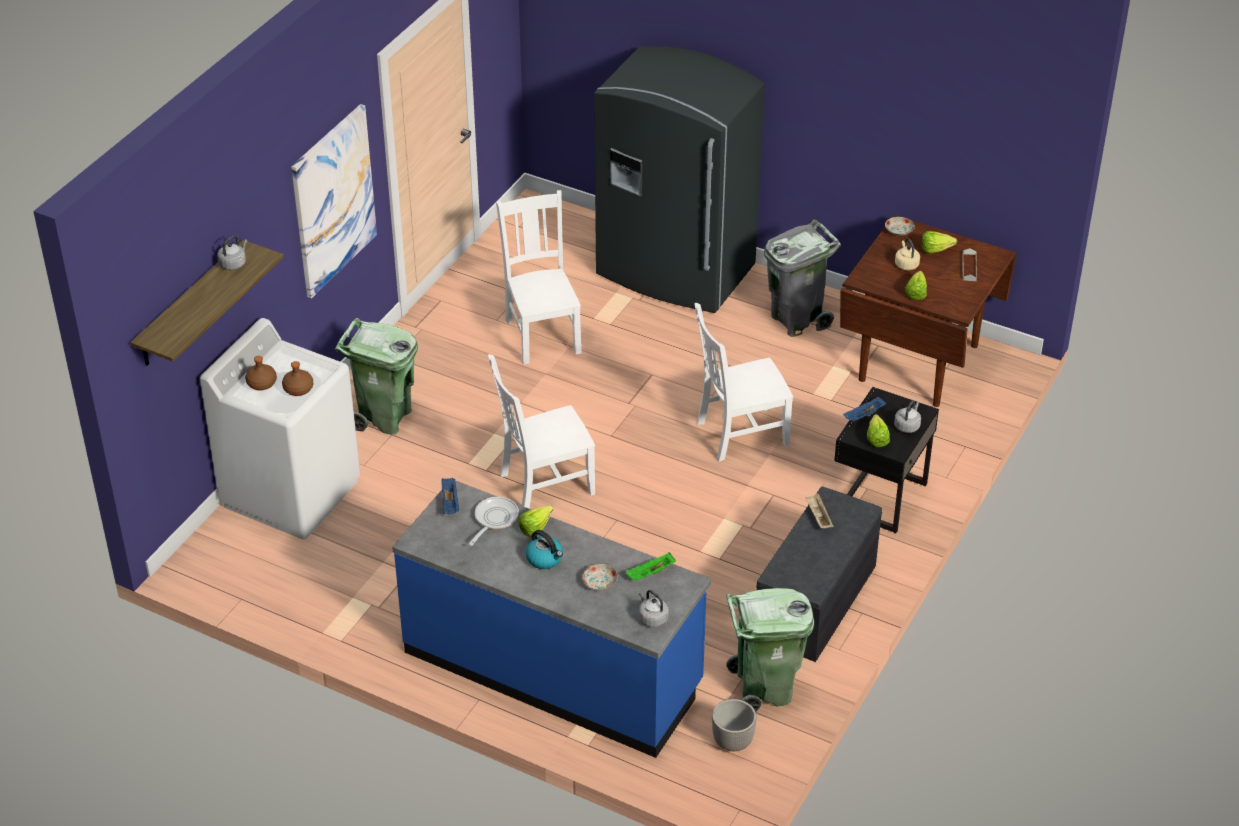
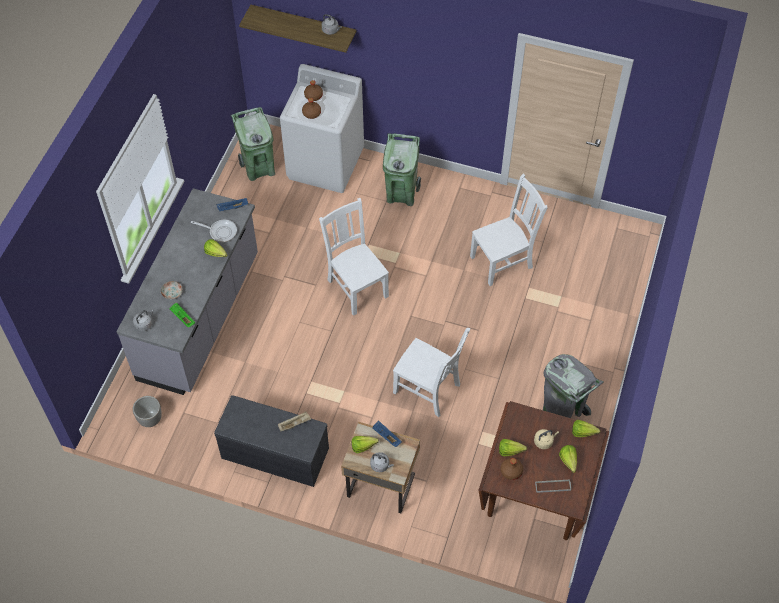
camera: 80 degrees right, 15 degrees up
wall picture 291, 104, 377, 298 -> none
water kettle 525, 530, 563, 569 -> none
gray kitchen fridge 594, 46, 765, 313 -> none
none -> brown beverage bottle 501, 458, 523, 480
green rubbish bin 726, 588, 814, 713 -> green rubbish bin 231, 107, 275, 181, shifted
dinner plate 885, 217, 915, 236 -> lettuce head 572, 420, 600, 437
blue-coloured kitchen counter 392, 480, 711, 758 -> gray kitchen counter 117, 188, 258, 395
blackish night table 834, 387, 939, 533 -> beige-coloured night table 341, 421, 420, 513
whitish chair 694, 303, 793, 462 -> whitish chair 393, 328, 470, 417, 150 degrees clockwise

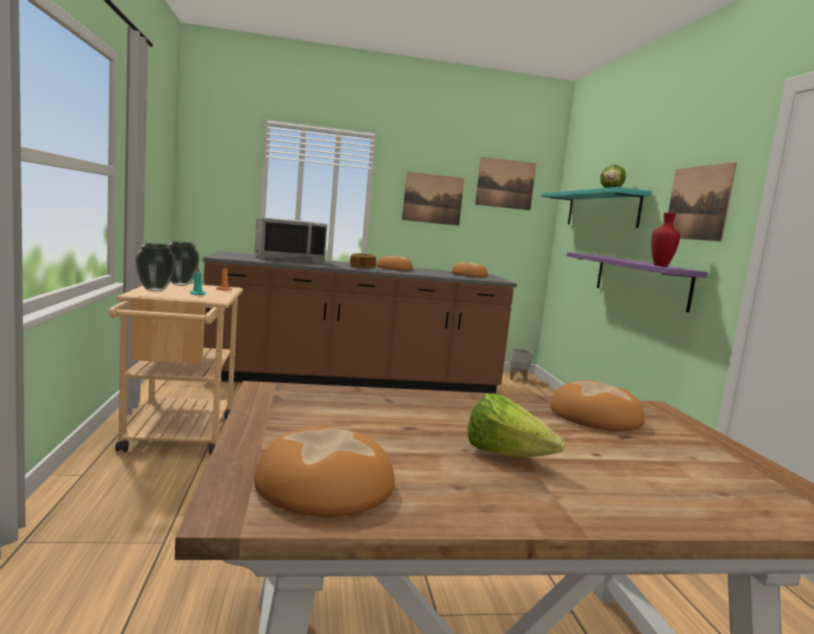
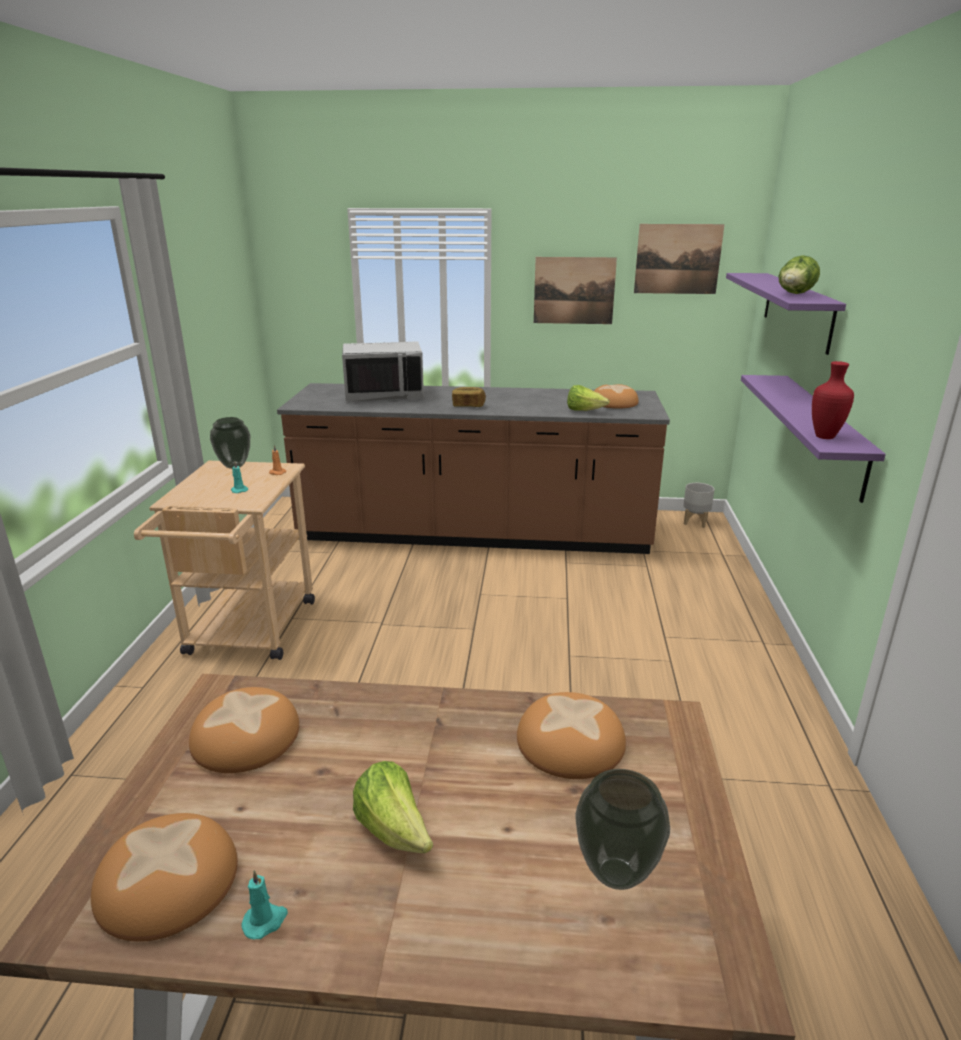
camera: 15 degrees right, 15 degrees up
wall picture 668, 162, 737, 242 -> none
none -> turquoise wax candle 241, 870, 288, 939
none -> lettuce head 567, 385, 610, 411
decorative vase 135, 243, 176, 292 -> decorative vase 575, 769, 670, 890, shifted
bakery bread 377, 255, 413, 271 -> bakery bread 189, 687, 299, 773, shifted
turquoise wall shelf 541, 187, 652, 228 -> purple wall shelf 726, 273, 846, 355

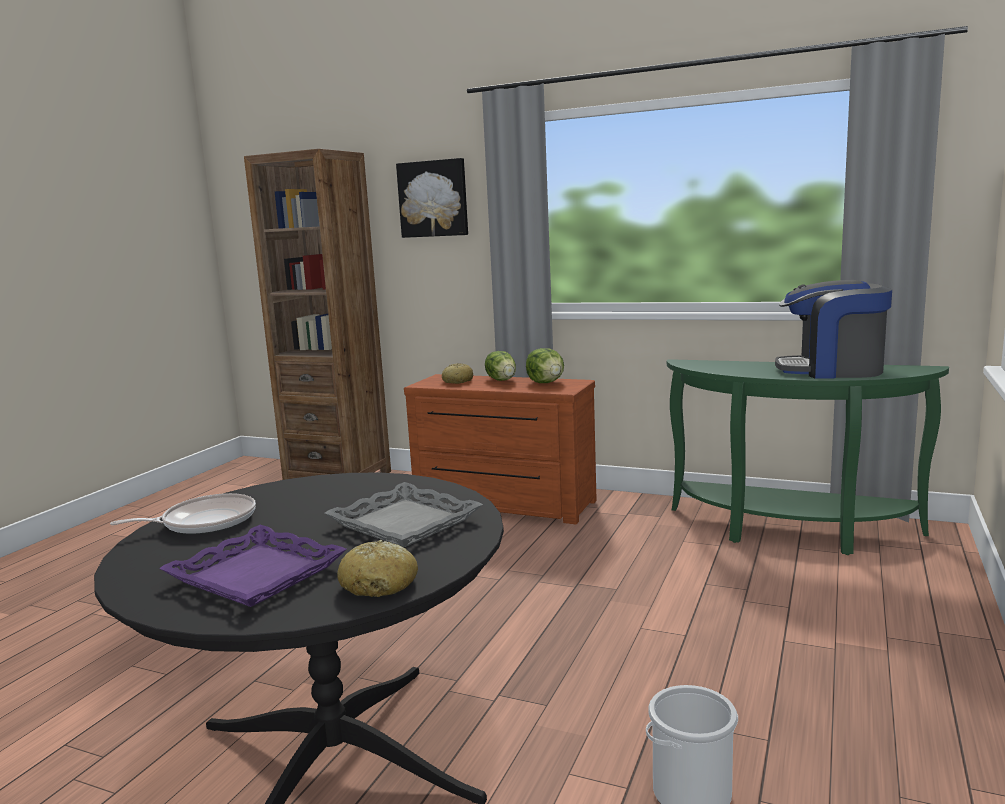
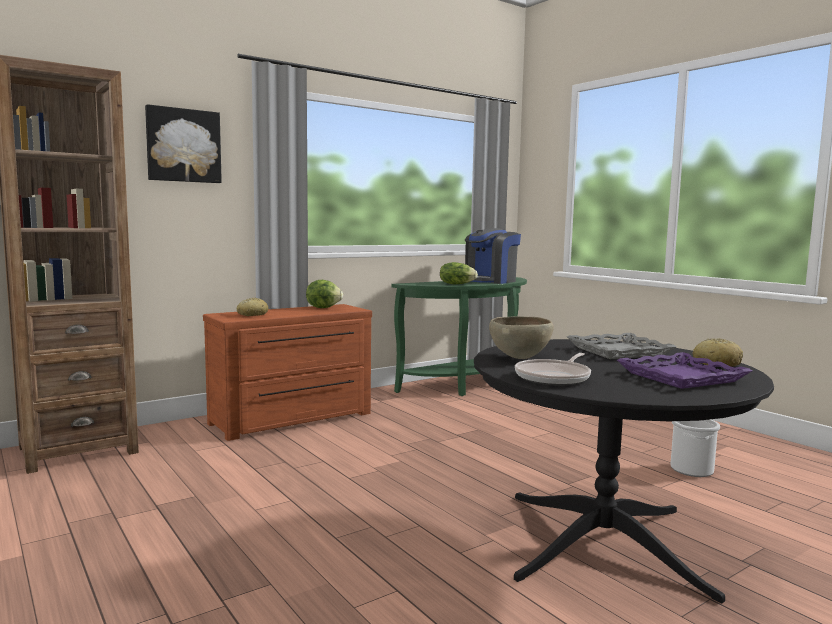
camera: 60 degrees left, 5 degrees down
none -> brown bowl 489, 316, 554, 359
lettuce head 485, 351, 516, 381 -> lettuce head 440, 262, 478, 284, shifted
frying pan 110, 493, 256, 535 -> frying pan 515, 353, 591, 386, 150 degrees counterclockwise

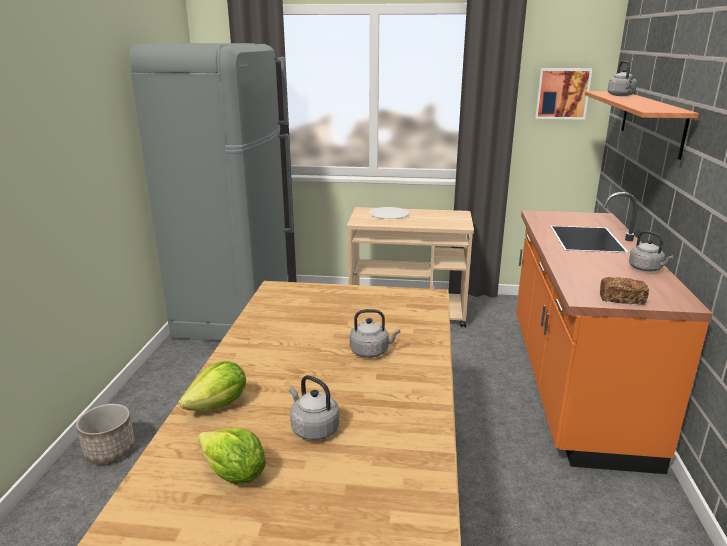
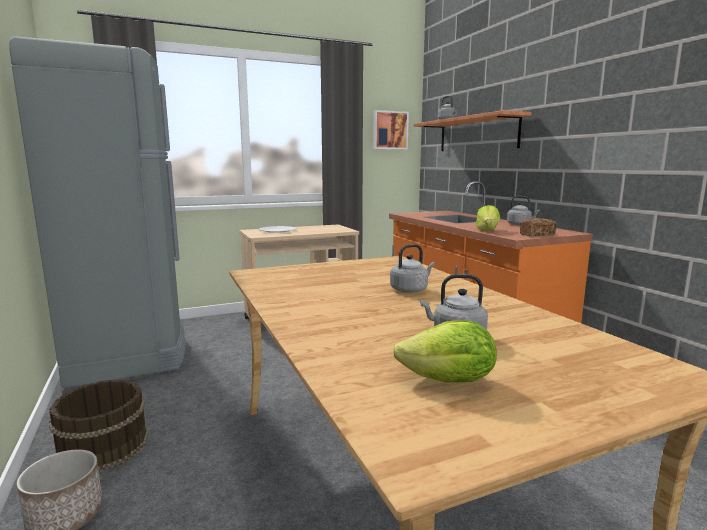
camera: 30 degrees left, 10 degrees down
none -> brown bucket 49, 380, 149, 472
lettuce head 179, 361, 246, 411 -> lettuce head 476, 205, 500, 231, shifted

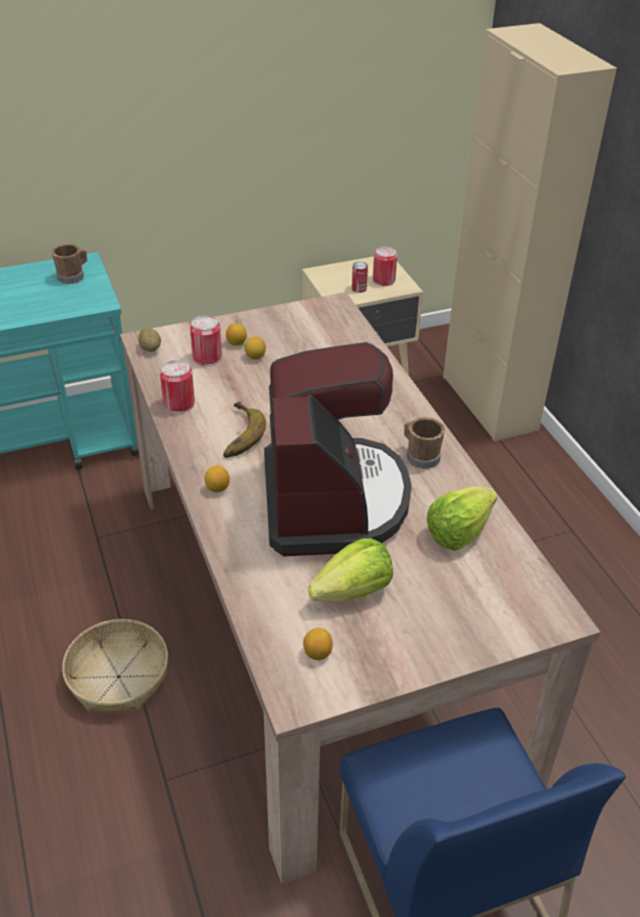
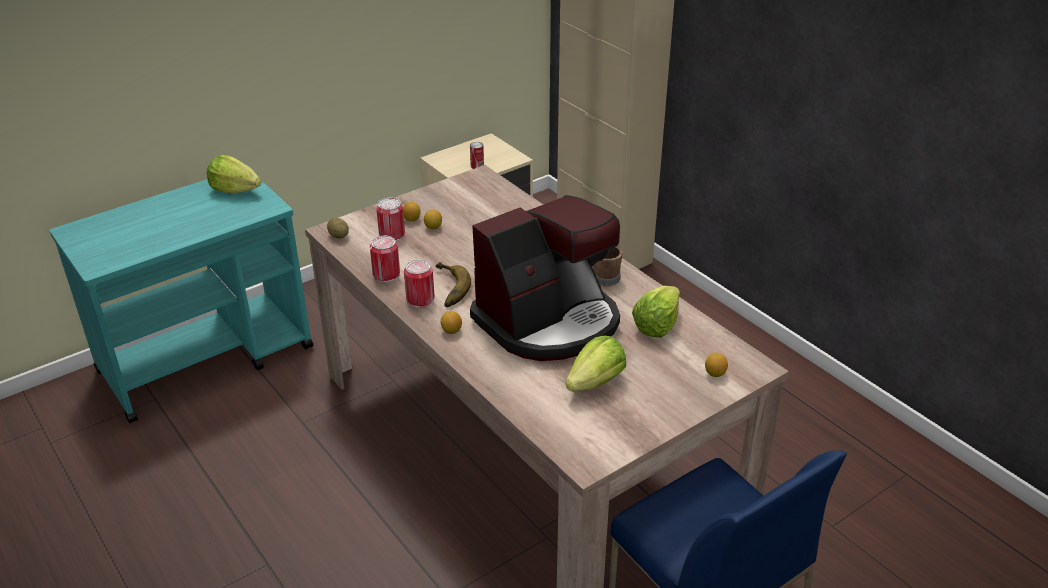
camera: 15 degrees left, 5 degrees down
storage basket 62, 619, 168, 713 -> none
citrus fruit 303, 628, 333, 660 -> citrus fruit 705, 353, 728, 377, shifted
sealed can 373, 247, 397, 286 -> sealed can 404, 259, 435, 308, shifted
brown mug 52, 244, 87, 284 -> lettuce head 207, 155, 261, 193
coffee brewer 264, 342, 412, 556 -> coffee brewer 470, 195, 620, 361, 75 degrees clockwise

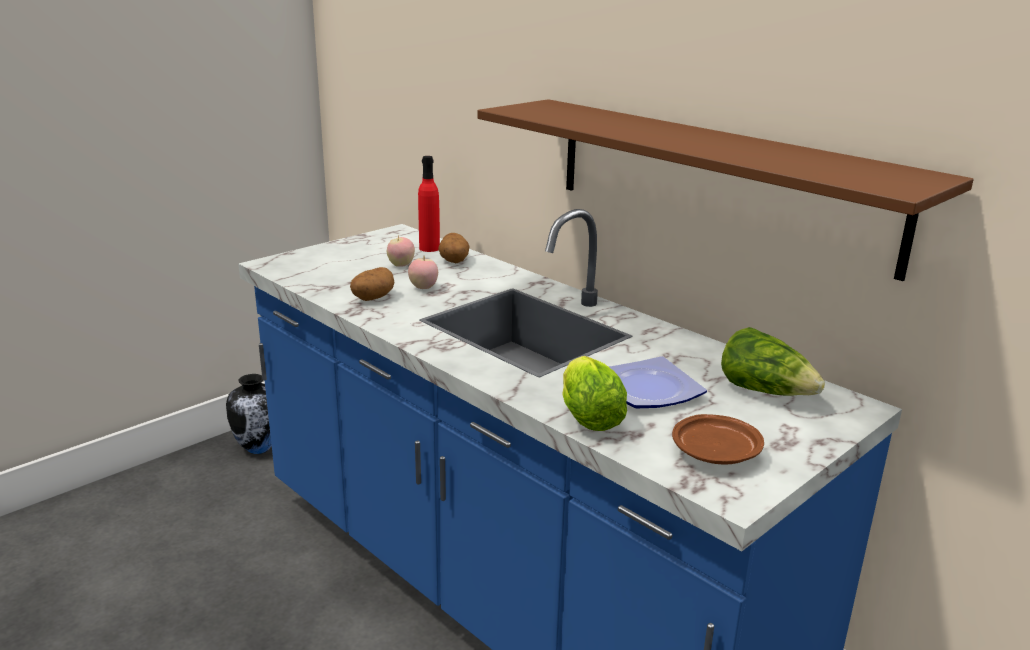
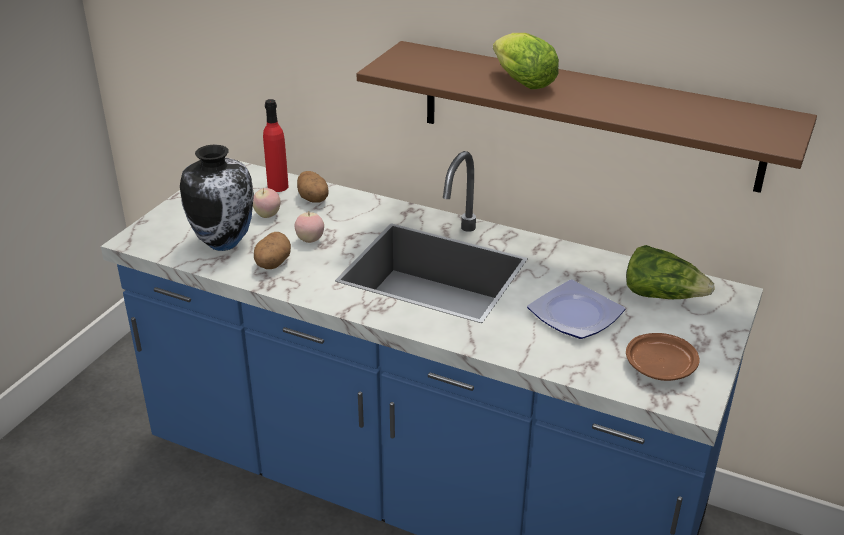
camera: 20 degrees left, 10 degrees up
decorative vase 226, 374, 272, 454 -> decorative vase 180, 145, 254, 251, shifted
lettuce head 563, 356, 627, 431 -> lettuce head 493, 33, 559, 89, shifted

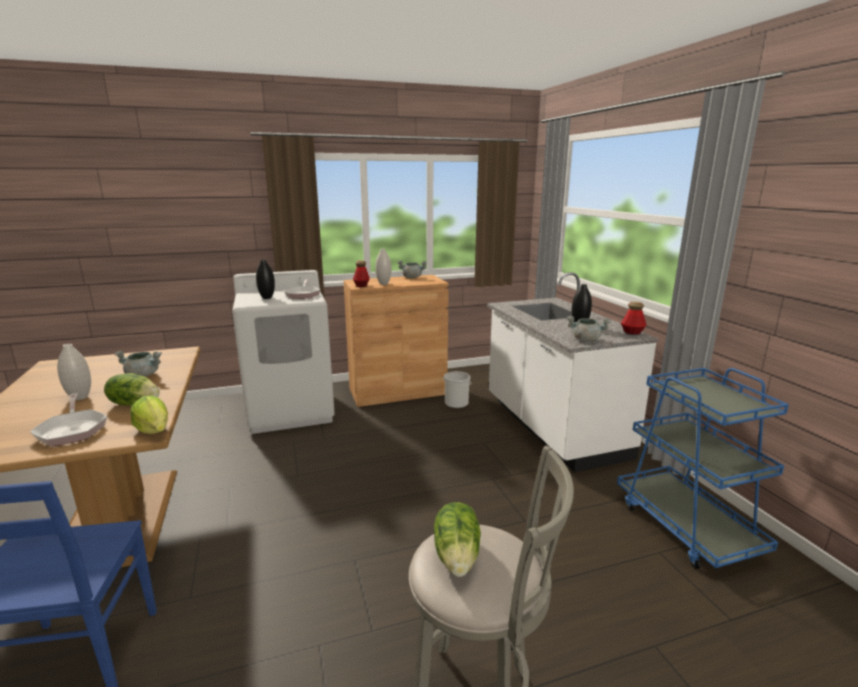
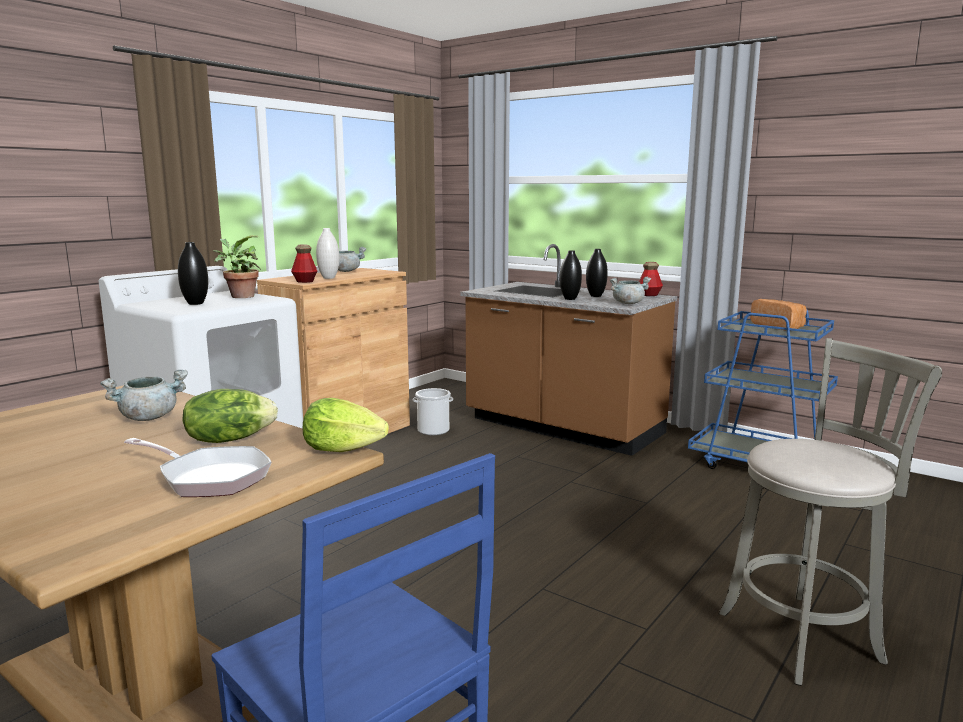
camera: 35 degrees left, 5 degrees down
whitish decorative vase 57, 344, 91, 400 -> none
lettuce head 434, 502, 481, 577 -> none
none -> blackish decorative vase 560, 250, 582, 300
none -> bakery bread 750, 299, 807, 331
frying pan 283, 279, 321, 299 -> potted plant 213, 235, 261, 298
whitish kitchen counter 487, 272, 658, 472 -> brown kitchen counter 461, 244, 677, 456

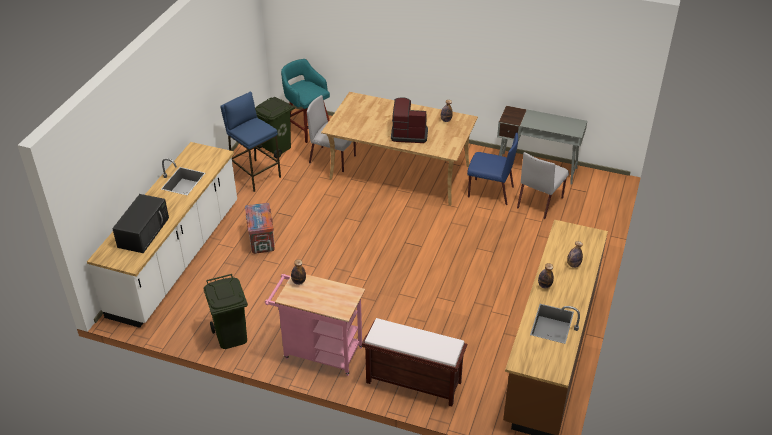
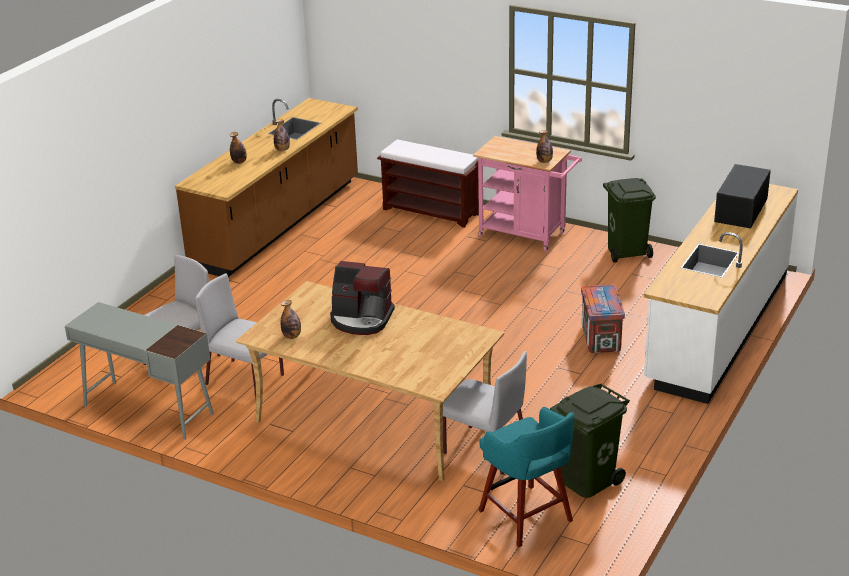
camera: 170 degrees left, 10 degrees down
blue-coloured stool 220, 91, 281, 192 -> none
blue-coloured chair 467, 133, 518, 205 -> gray chair 195, 274, 284, 398

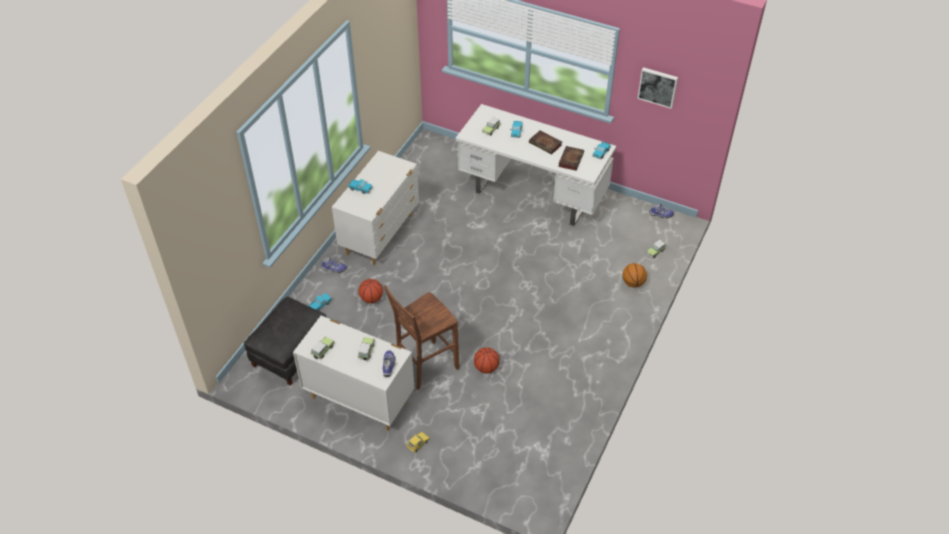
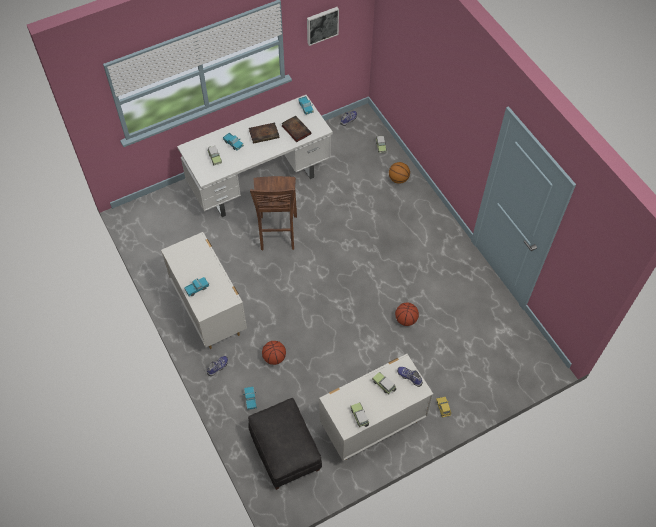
camera: 55 degrees left, 10 degrees up
brown stool 384, 285, 459, 390 -> brown stool 250, 176, 297, 250, shifted

